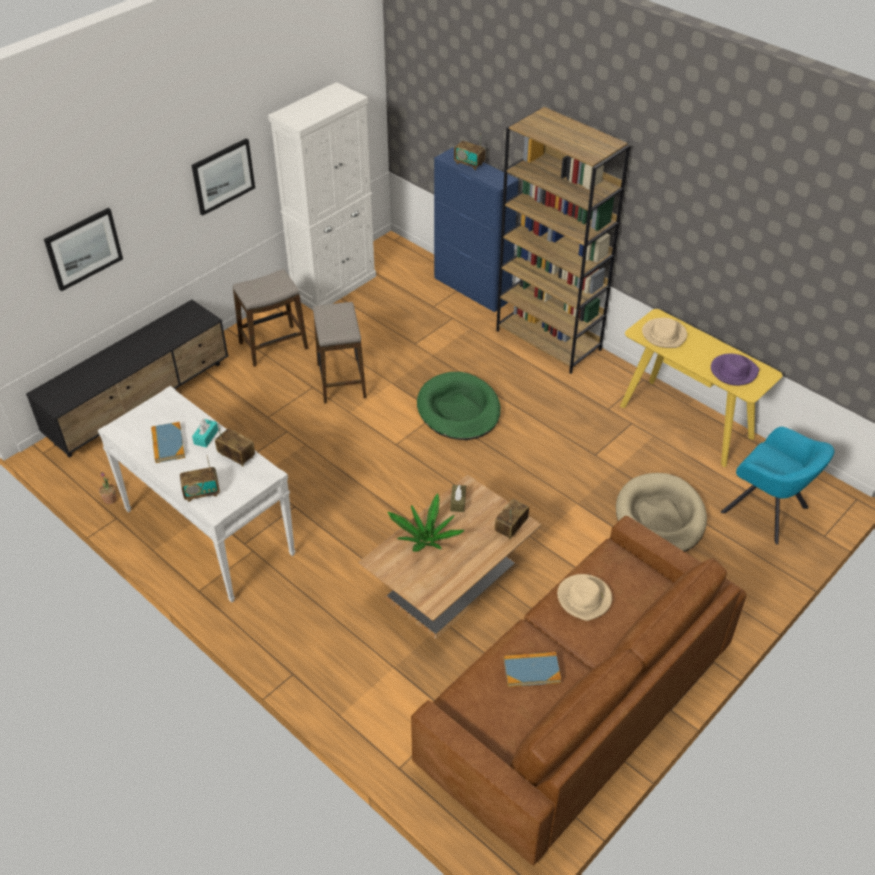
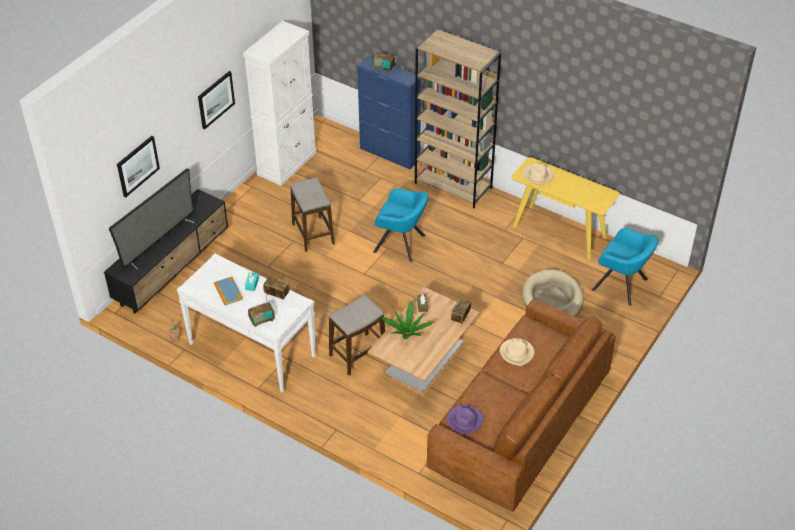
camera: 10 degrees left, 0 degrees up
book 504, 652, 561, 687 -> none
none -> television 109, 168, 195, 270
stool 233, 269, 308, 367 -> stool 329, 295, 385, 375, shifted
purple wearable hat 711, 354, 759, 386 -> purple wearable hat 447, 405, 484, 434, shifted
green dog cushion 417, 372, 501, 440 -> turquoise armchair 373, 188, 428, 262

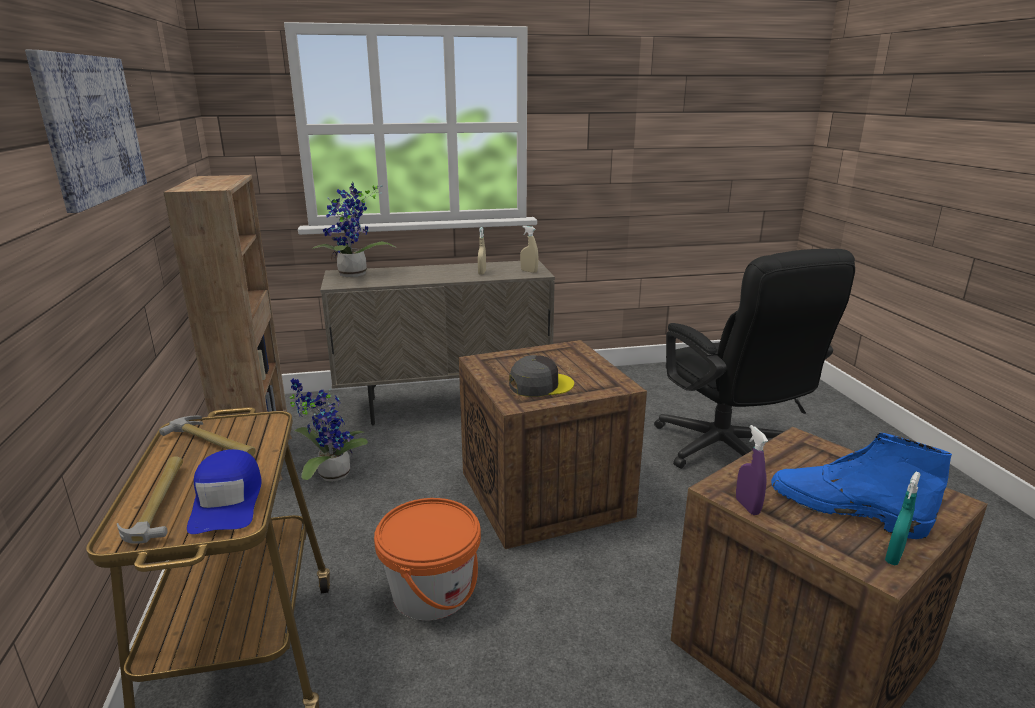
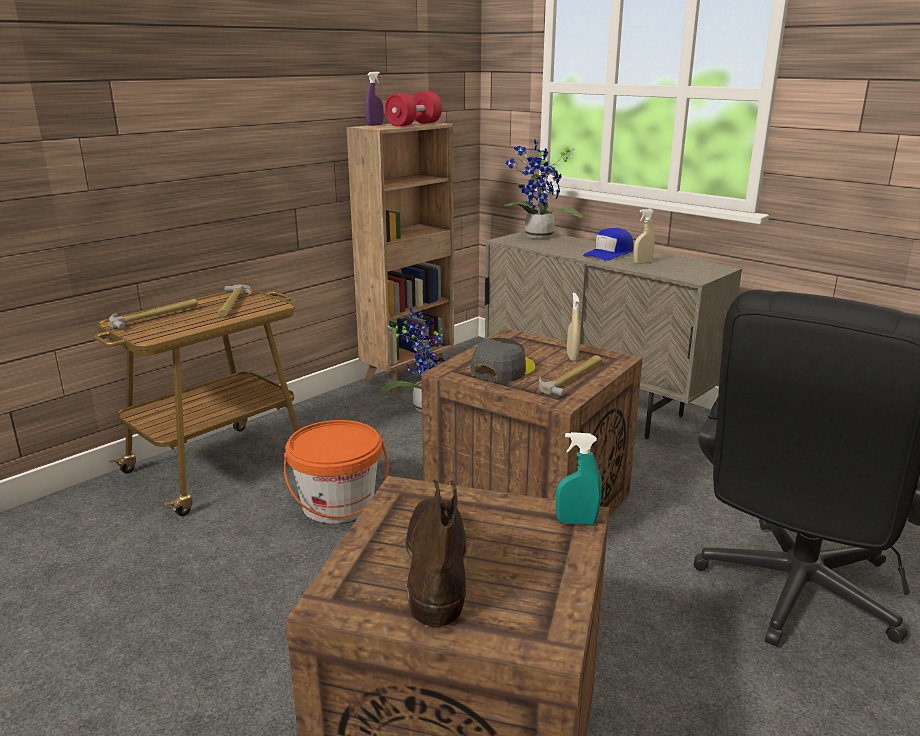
camera: 55 degrees right, 0 degrees up
wall picture 25, 50, 147, 213 -> none
none -> reddish dumbbell 384, 92, 442, 126
none -> hand hammer 539, 355, 602, 396
blue-coloured peaked cap 187, 449, 262, 534 -> blue-coloured peaked cap 583, 228, 633, 261, shifted
beige-coloured hand sprayer 520, 226, 539, 273 -> beige-coloured hand sprayer 567, 293, 580, 361, shifted
purple hand sprayer 736, 425, 768, 515 -> purple hand sprayer 365, 72, 383, 126, shifted
turquoise hand sprayer 885, 472, 921, 565 -> turquoise hand sprayer 556, 432, 601, 525, shifted
blue-coloured high-top boot 771, 433, 952, 539 -> brown high-top boot 405, 479, 466, 627
gray peaked cap 509, 355, 574, 397 -> gray peaked cap 471, 338, 535, 383, 90 degrees counterclockwise

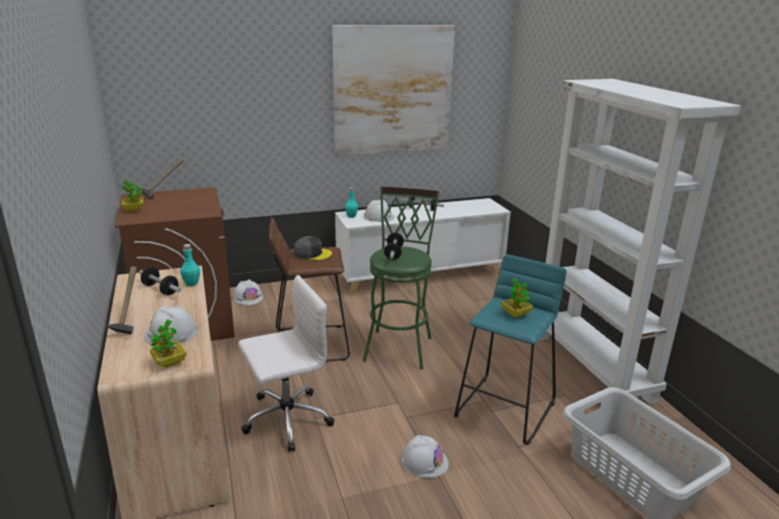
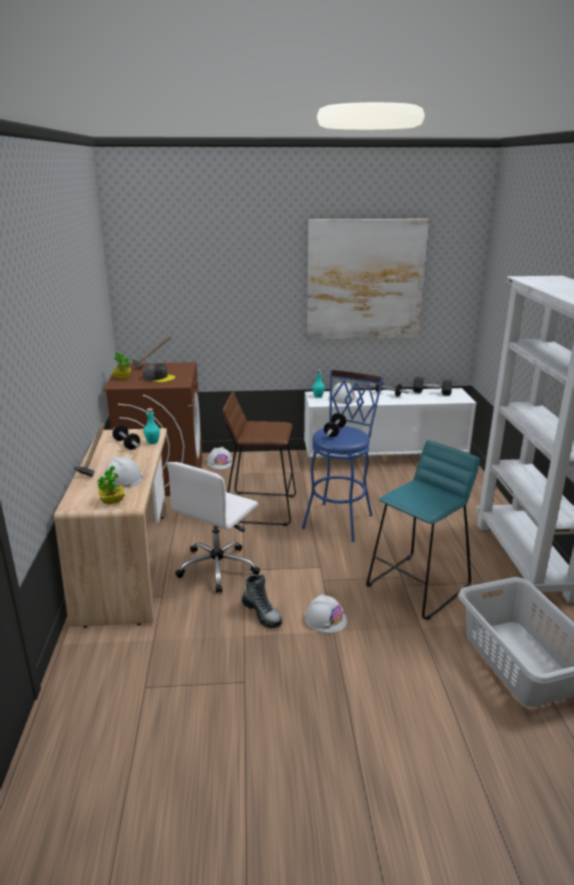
camera: 15 degrees right, 0 degrees up
potted plant 501, 278, 533, 318 -> none
none -> high-top boot 242, 574, 282, 628
none -> gray dumbbell 413, 377, 453, 396
gray peaked cap 294, 236, 332, 260 -> gray peaked cap 143, 363, 175, 382, shifted
green stool 363, 186, 440, 369 -> blue-coloured stool 302, 370, 383, 542
whitish desk chair 238, 275, 335, 452 -> whitish desk chair 167, 462, 260, 593, 135 degrees clockwise

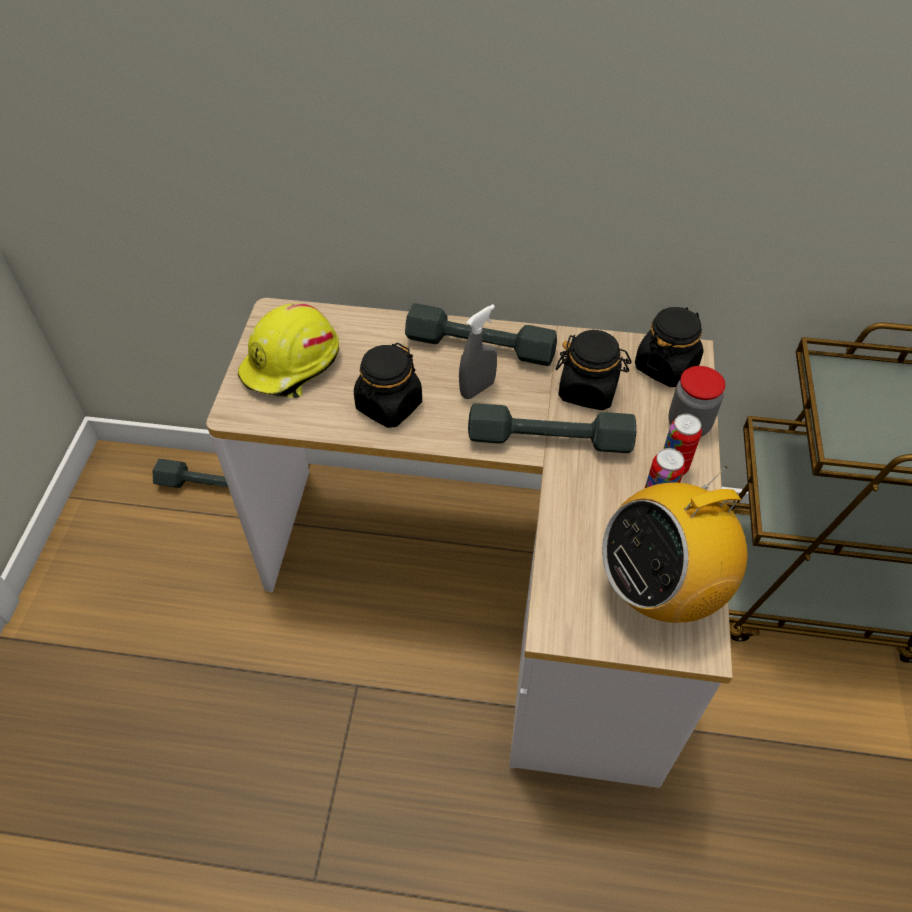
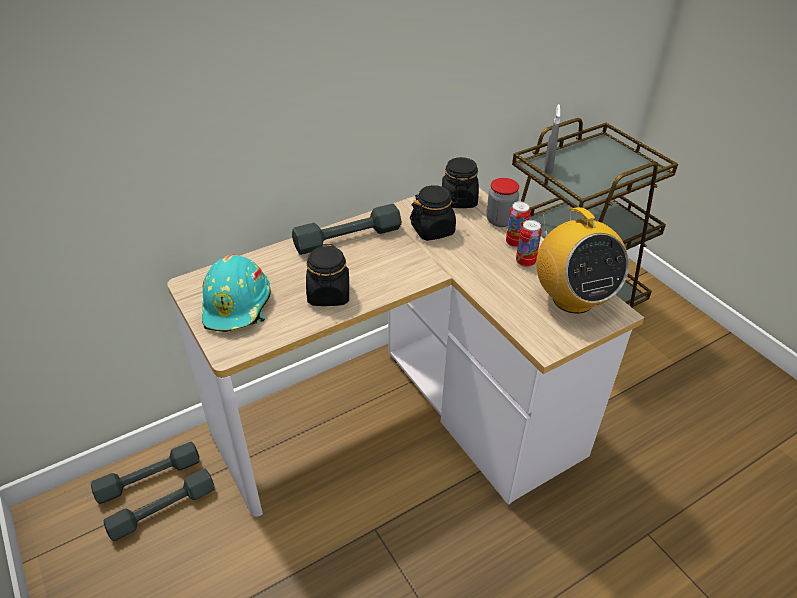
camera: 40 degrees left, 10 degrees down
gray hand sprayer 459, 304, 497, 399 -> gray hand sprayer 544, 104, 561, 174, shifted
gray dumbbell 468, 403, 636, 453 -> gray dumbbell 104, 468, 215, 541, shifted
yellow-coloured work helmet 238, 303, 339, 398 -> turquoise work helmet 202, 255, 271, 332
radio 602, 466, 747, 623 -> radio 536, 207, 629, 314, 45 degrees counterclockwise

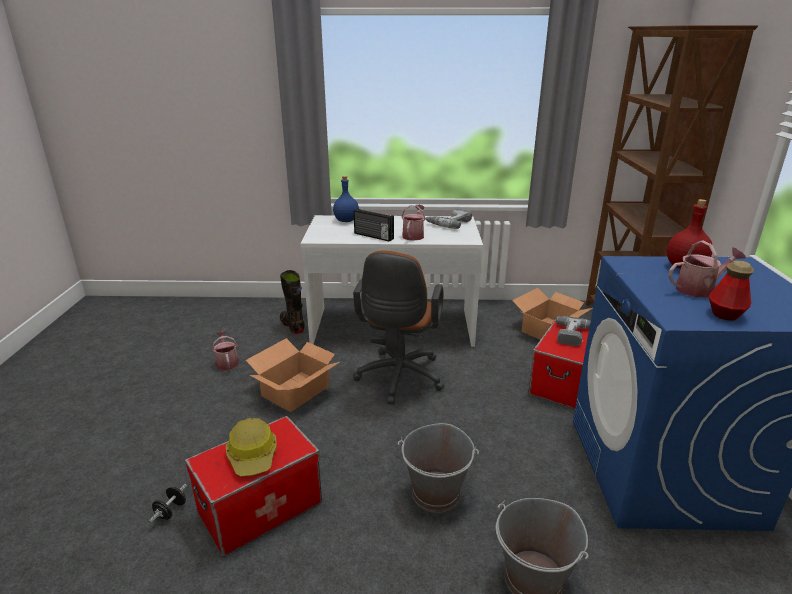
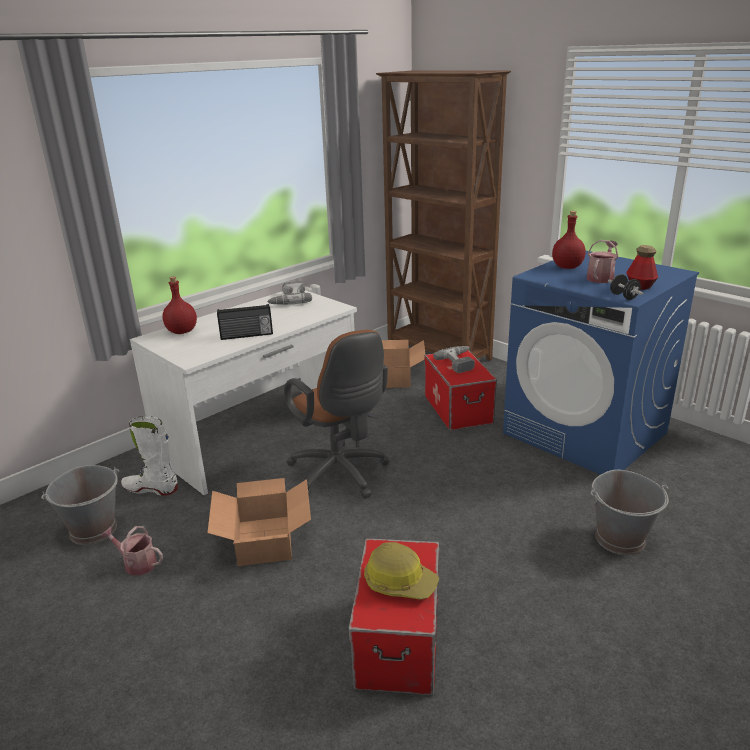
camera: 45 degrees left, 0 degrees up
watering can 401, 205, 426, 241 -> none
blackish dumbbell 149, 484, 187, 523 -> blackish dumbbell 608, 274, 643, 300, shifted
gray bucket 398, 423, 479, 513 -> gray bucket 41, 465, 120, 545, shifted
blackish high-top boot 280, 270, 305, 334 -> whitish high-top boot 121, 416, 178, 496
blue-coloured beverage bottle 333, 176, 359, 222 -> reddish beverage bottle 162, 277, 197, 334

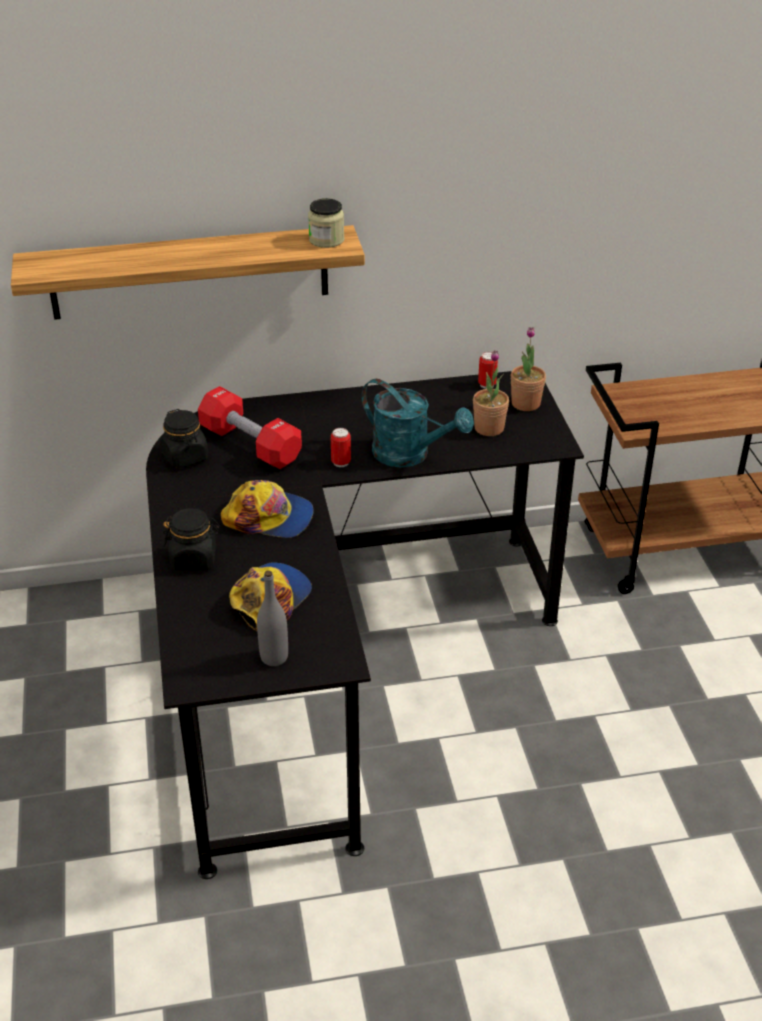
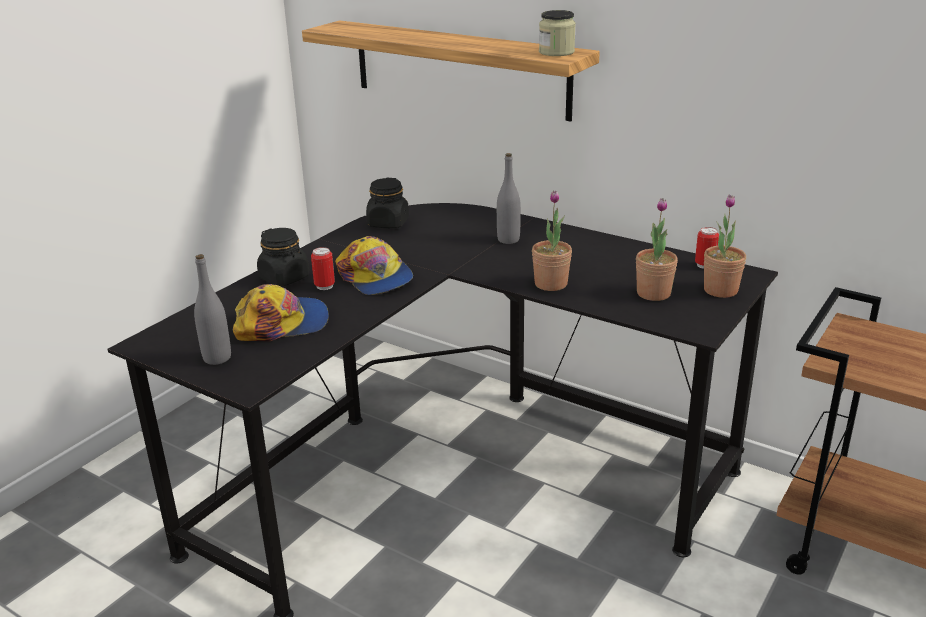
camera: 45 degrees right, 10 degrees down
reddish dumbbell 198, 386, 302, 469 -> none
none -> gray beverage bottle 497, 153, 521, 244
sealed can 331, 428, 351, 467 -> sealed can 311, 247, 335, 290, shifted
turquoise watering can 361, 379, 474, 468 -> potted plant 532, 191, 572, 291

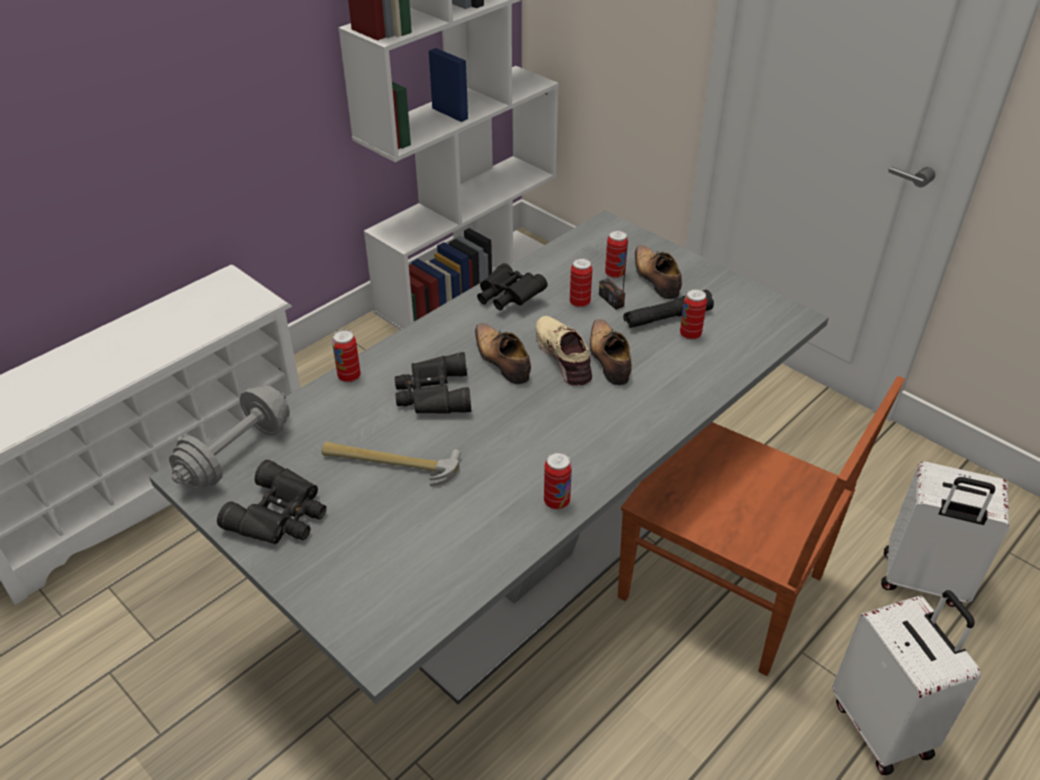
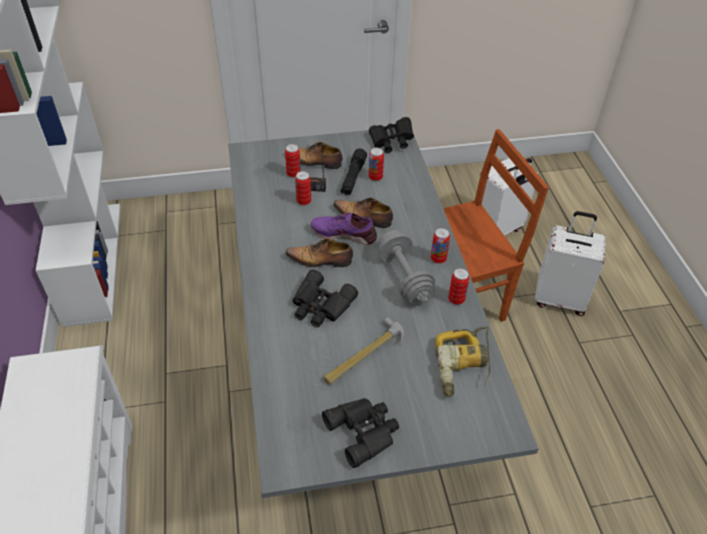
camera: 55 degrees left, 5 degrees up
none -> electric drill 435, 326, 490, 397
gray dumbbell 169, 385, 290, 489 -> gray dumbbell 378, 230, 435, 305, shifted
sealed can 332, 330, 361, 383 -> sealed can 431, 228, 450, 264, shifted
blackish pair of binoculars 477, 263, 548, 310 -> blackish pair of binoculars 369, 117, 414, 153, shifted
beige-coloured low shoe 536, 316, 592, 386 -> purple low shoe 311, 213, 377, 245

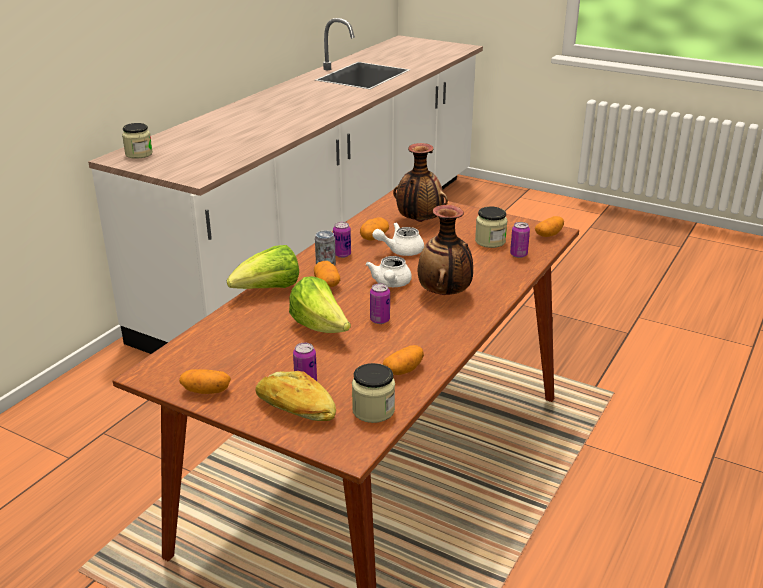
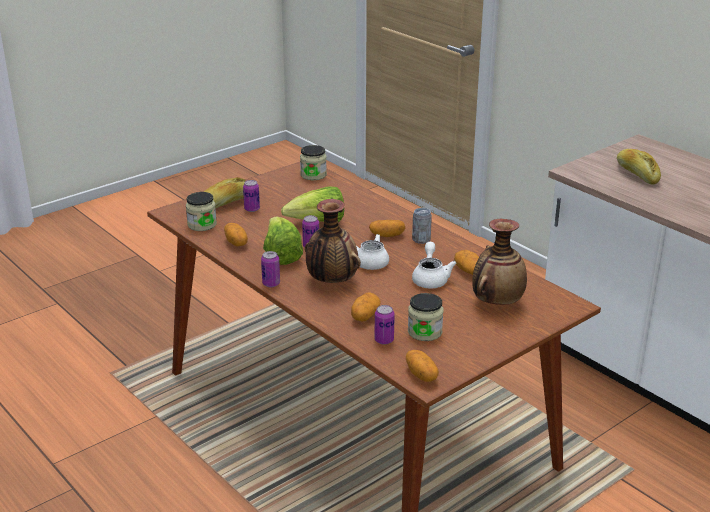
camera: 110 degrees right, 0 degrees up
none -> bakery bread 617, 149, 661, 185
jar 122, 123, 153, 159 -> jar 300, 145, 327, 180, shifted
spud 179, 369, 231, 394 -> spud 351, 292, 381, 321, shifted
lettuce head 227, 245, 299, 289 -> lettuce head 263, 217, 303, 265, shifted
sealed can 333, 222, 351, 258 -> sealed can 261, 251, 280, 287, shifted

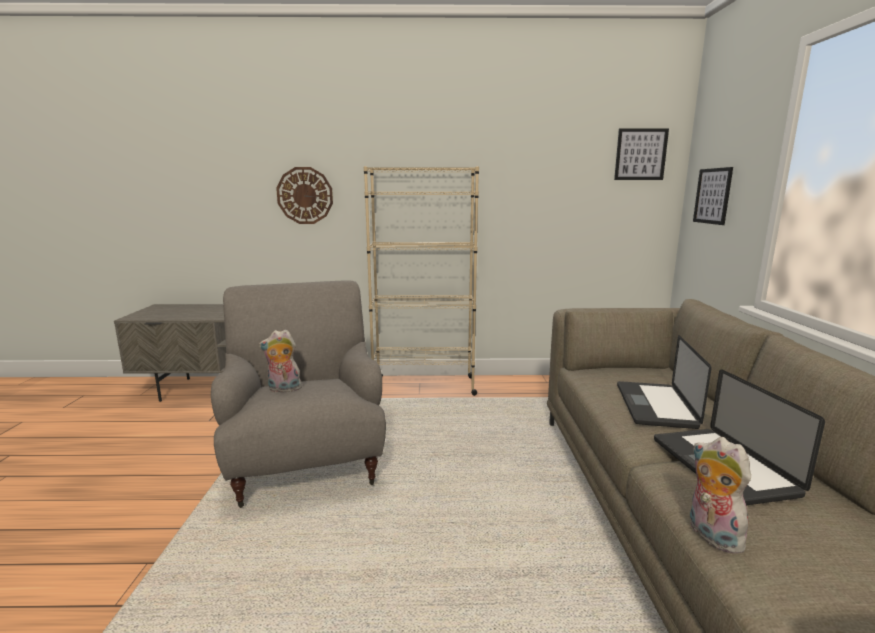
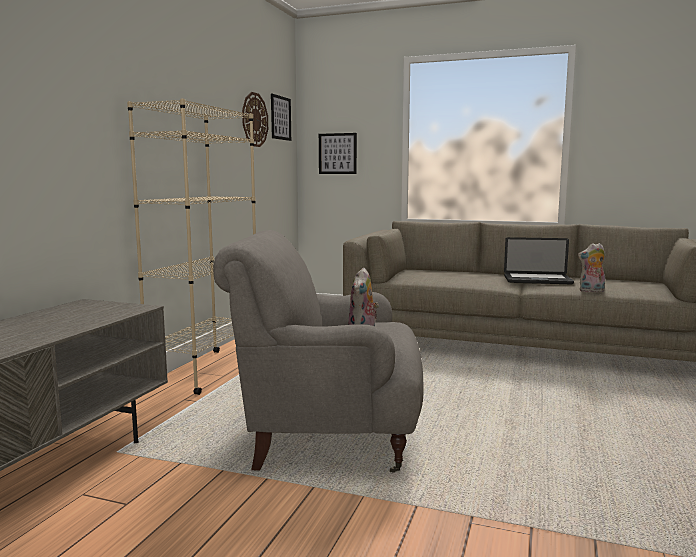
camera: 70 degrees left, 5 degrees down
laptop 617, 335, 712, 429 -> none
wall clock 276, 167, 333, 224 -> wall clock 242, 92, 268, 147, shifted

